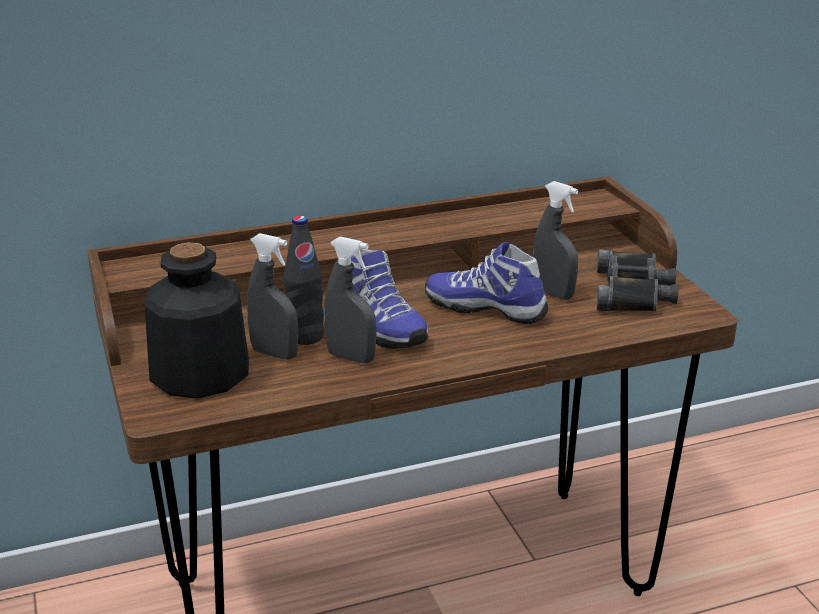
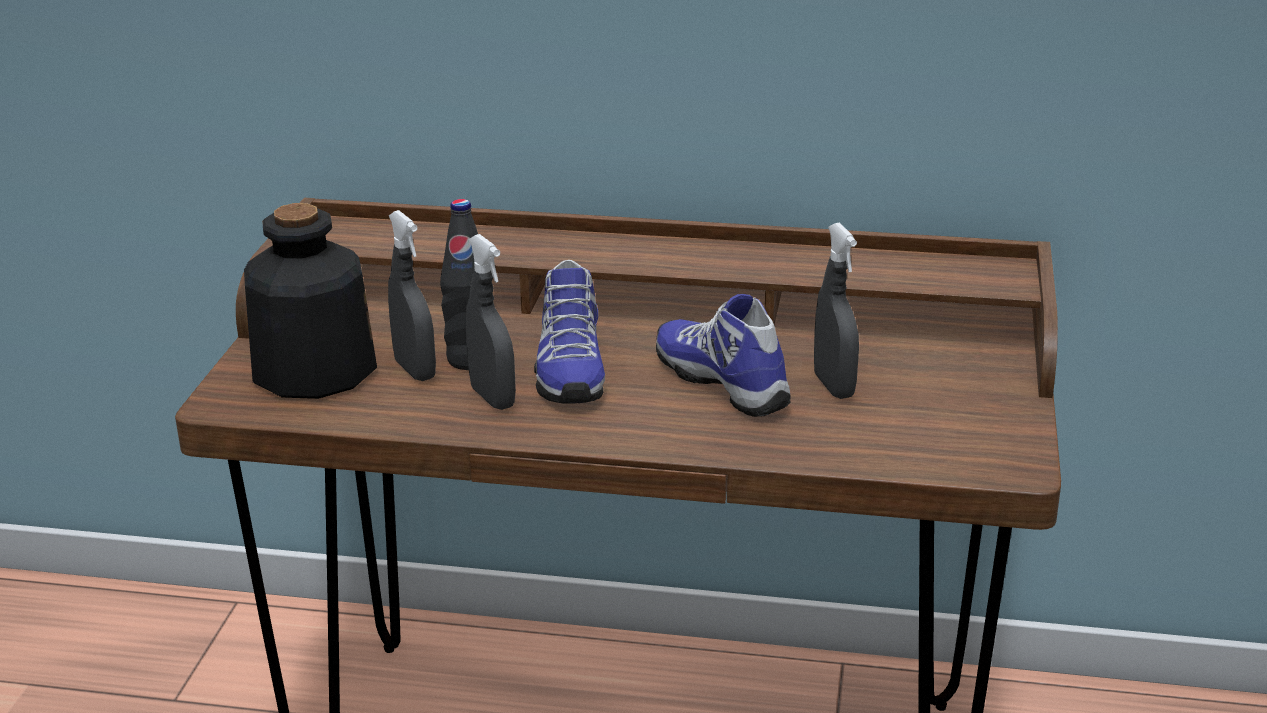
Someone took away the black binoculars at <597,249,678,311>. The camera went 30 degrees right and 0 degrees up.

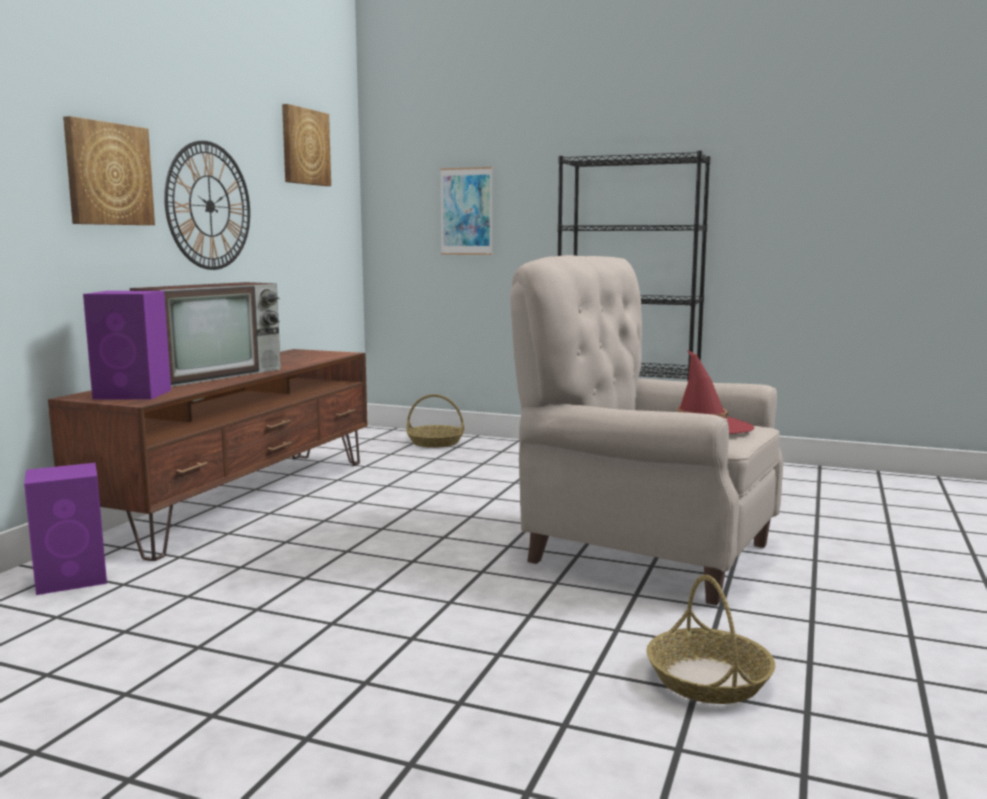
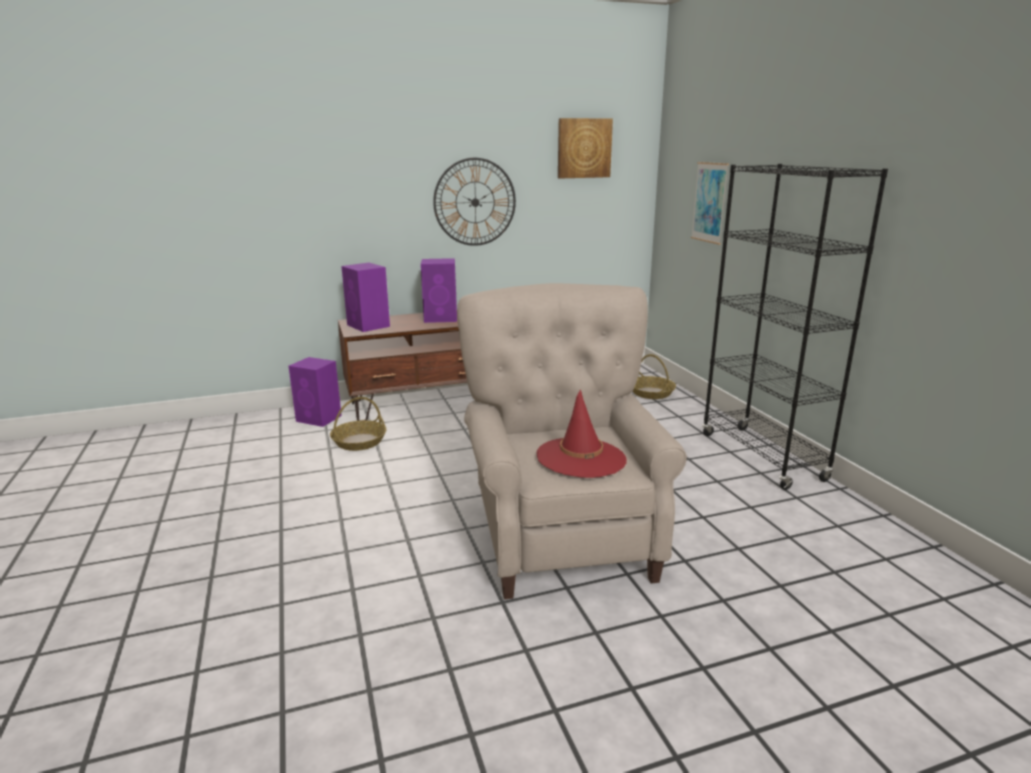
Someone took away the picture at <63,116,155,225>. Someone swapped the television at <130,282,281,387> for the purple speaker at <421,258,457,323>. Someone carried the basket from <646,575,775,704> to <330,397,387,451>. The camera went 50 degrees right and 10 degrees up.

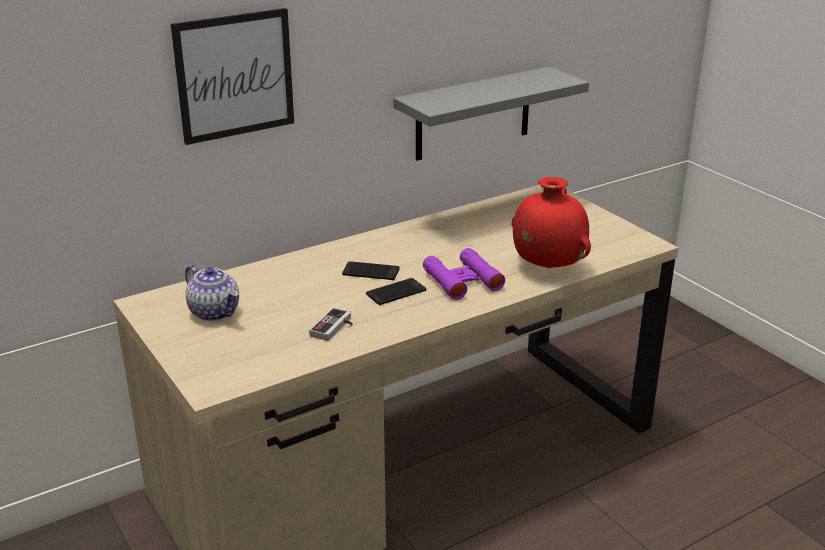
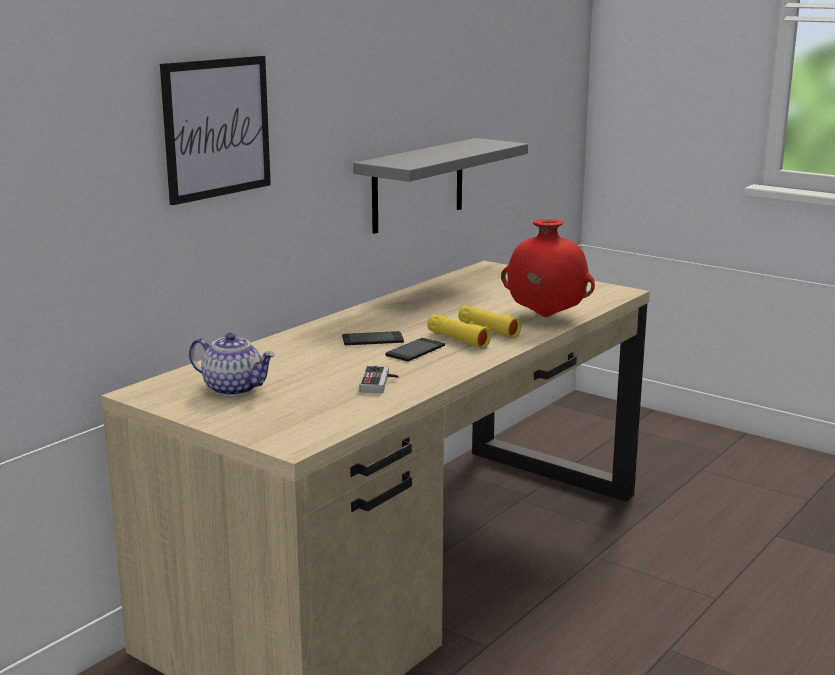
Someone repainted the purple binoculars at <423,248,505,300>, which became the yellow binoculars at <427,305,521,348>. The camera went 20 degrees left and 10 degrees down.

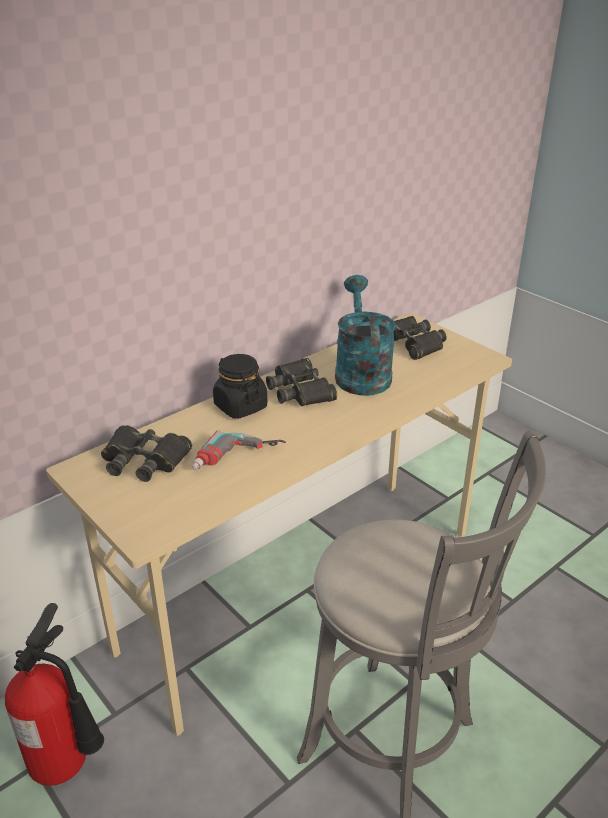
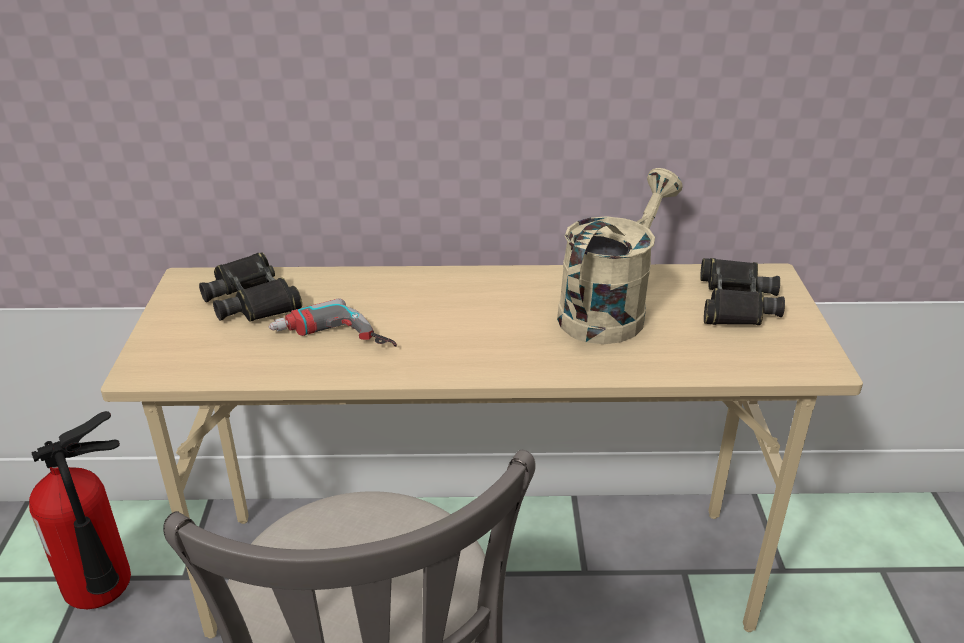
Someone took away the black jar at <213,354,267,419>. Someone took away the black binoculars at <266,358,337,406>. Someone repainted the turquoise watering can at <335,275,396,396>, which became the beige watering can at <557,168,683,344>. The camera went 40 degrees right and 0 degrees up.

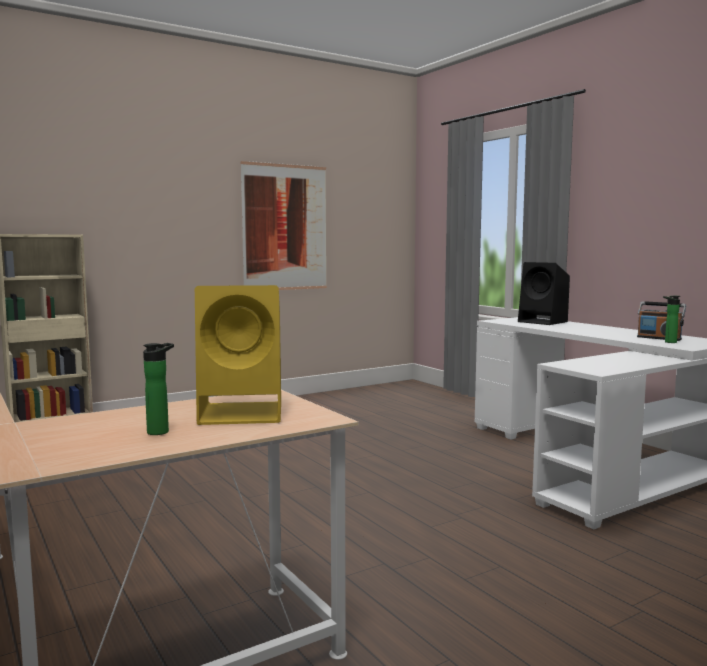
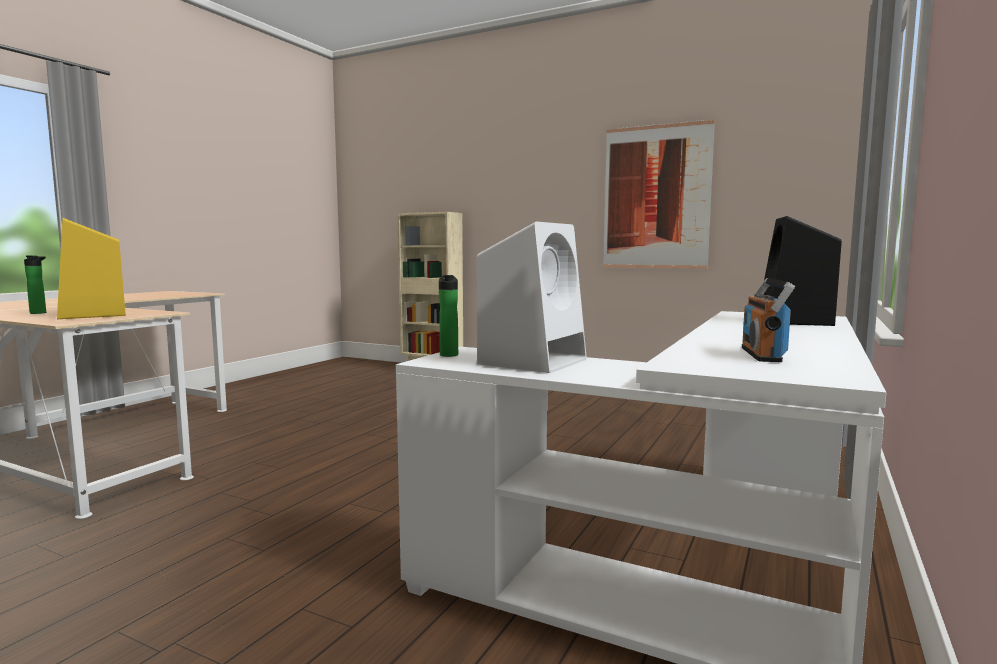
Someone carried the bottle from <663,296,680,343> to <439,275,458,357>. Someone put down the white speaker at <477,222,587,373>. The camera went 60 degrees right and 0 degrees up.

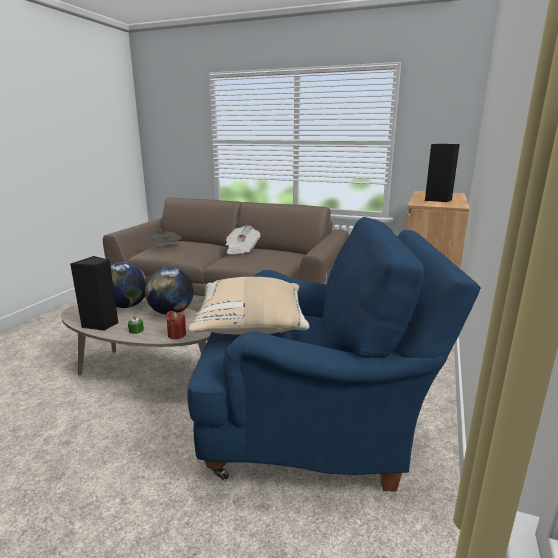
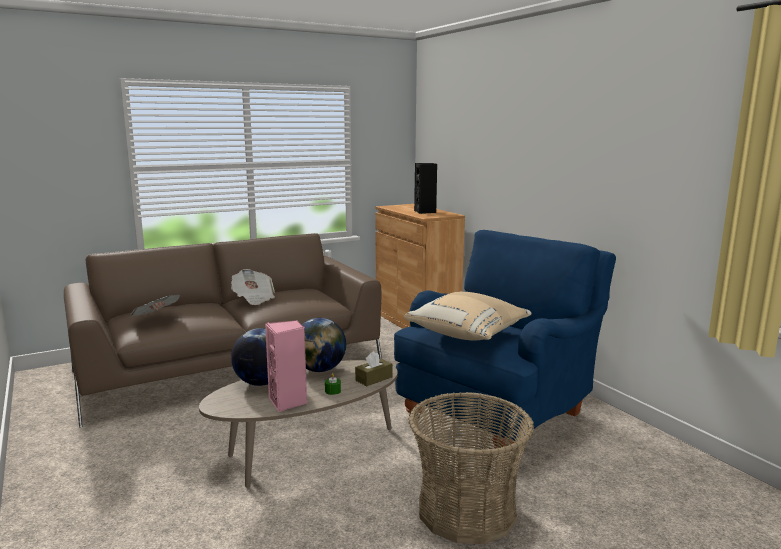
Someone repainted the black speaker at <70,256,119,331>, which became the pink speaker at <265,320,307,412>. Someone swapped the red candle at <166,311,186,339> for the brown tissue box at <355,351,393,386>. Someone put down the basket at <408,392,534,544>. The camera went 50 degrees left and 5 degrees down.

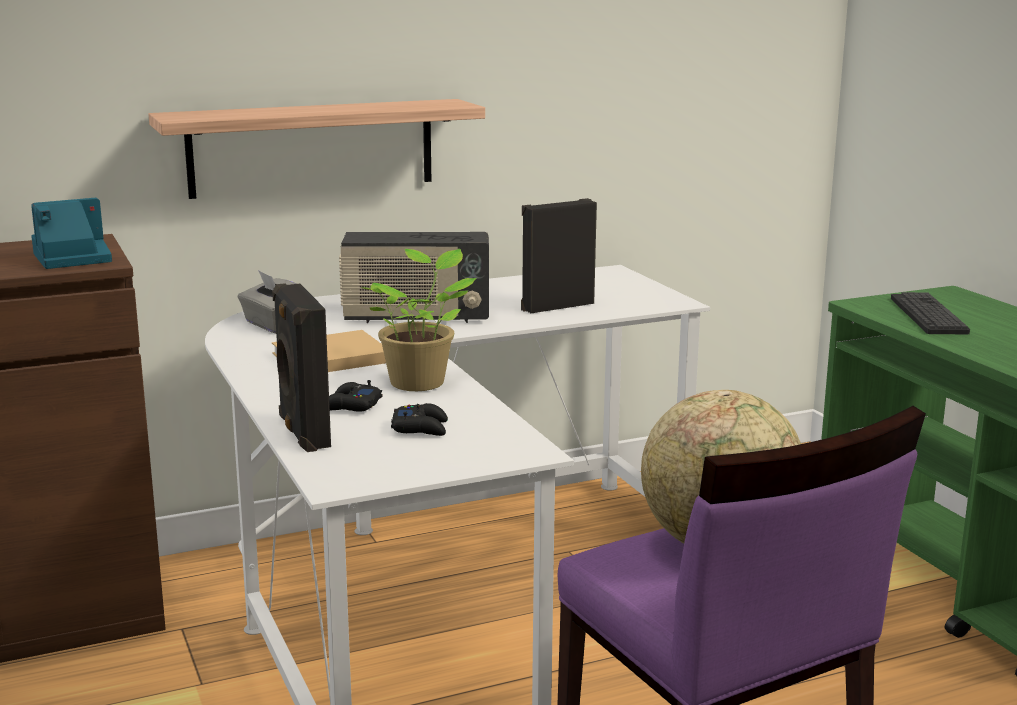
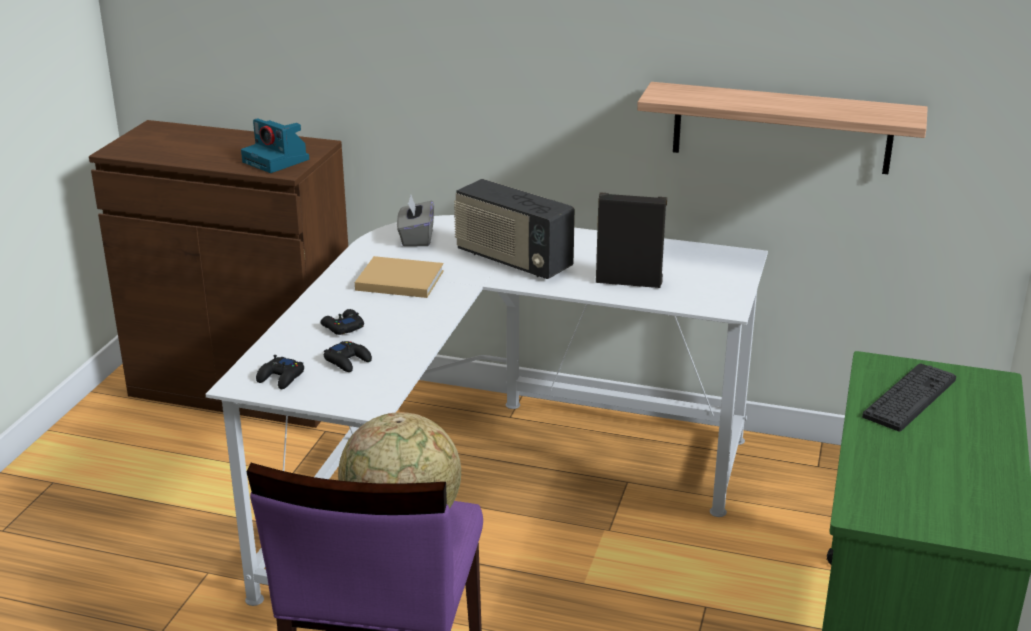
Someone rotated the photo camera at <31,198,112,269> by 150 degrees counterclockwise. Someone carried the shelf from <148,99,485,199> to <637,82,928,174>. Someone took away the black speaker at <272,283,331,452>. Someone took away the potted plant at <363,249,476,391>. Someone put down the black game controller at <256,355,304,389>. The camera went 40 degrees right and 10 degrees up.

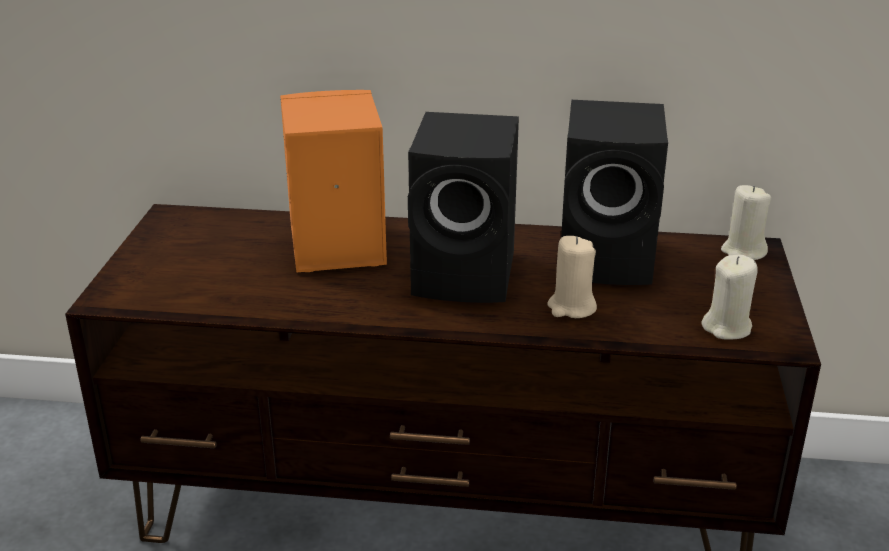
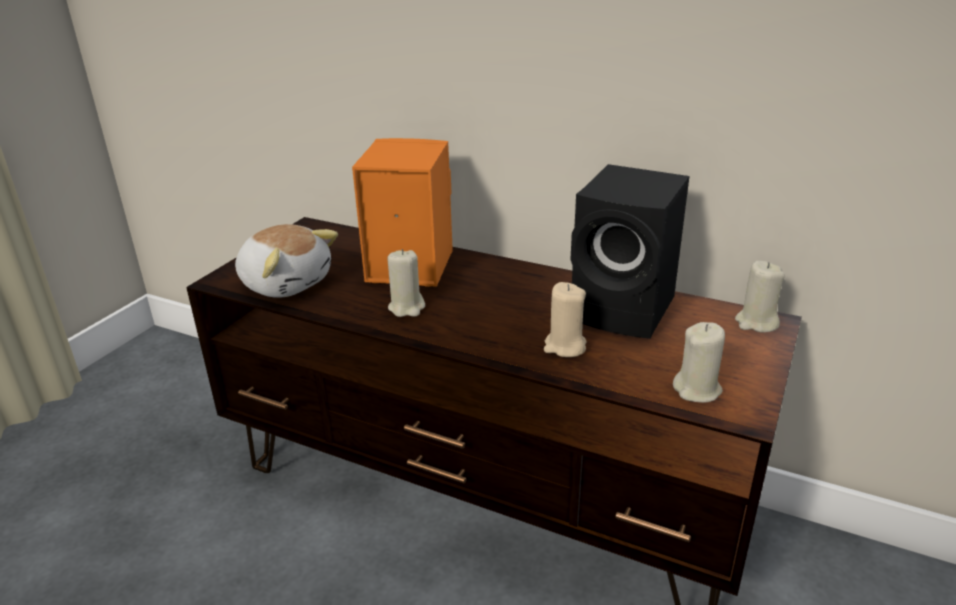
Someone took away the black speaker at <408,112,519,303>. Someone put down the plush toy at <235,224,338,298>. Someone put down the beige candle at <387,249,425,317>. The camera went 20 degrees right and 0 degrees up.

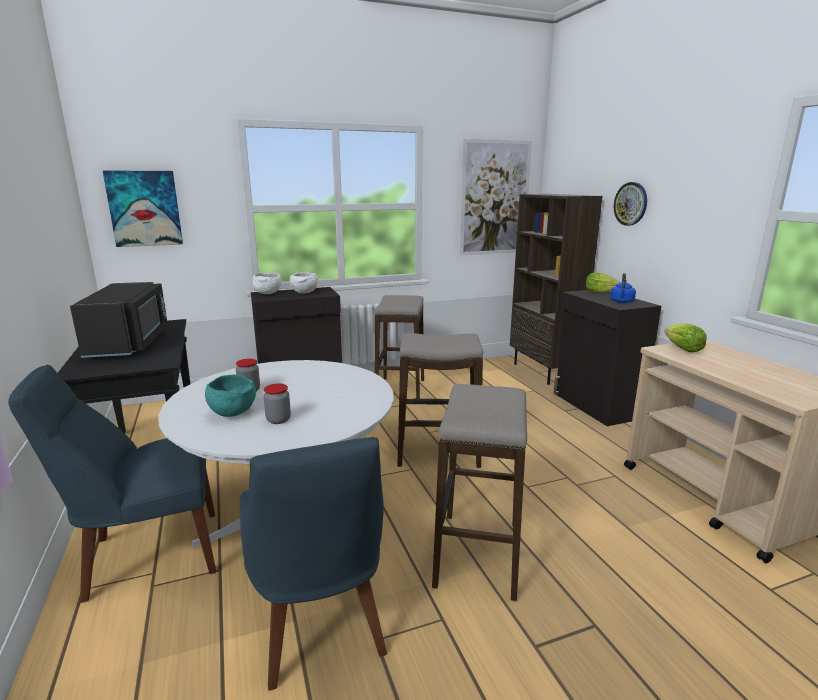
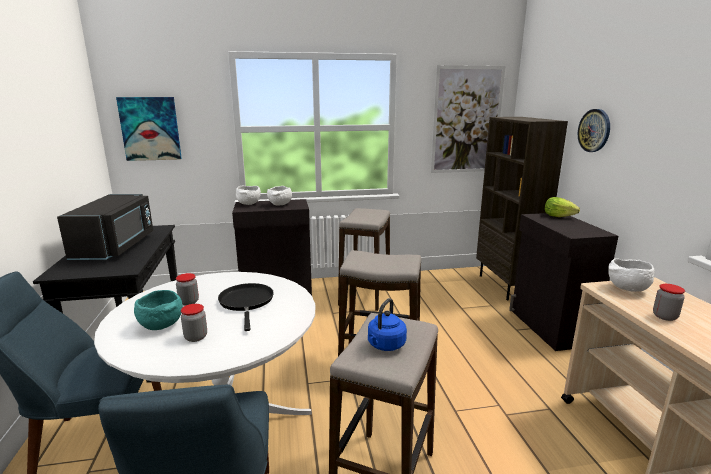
Someone carried the blue kettle from <610,273,636,303> to <368,298,407,351>. Someone swapped the lettuce at <664,324,707,352> for the white bowl at <608,258,655,292>. Someone put down the black frying pan at <218,283,274,331>. Someone put down the jar at <653,284,685,321>. The camera went 10 degrees right and 0 degrees up.

